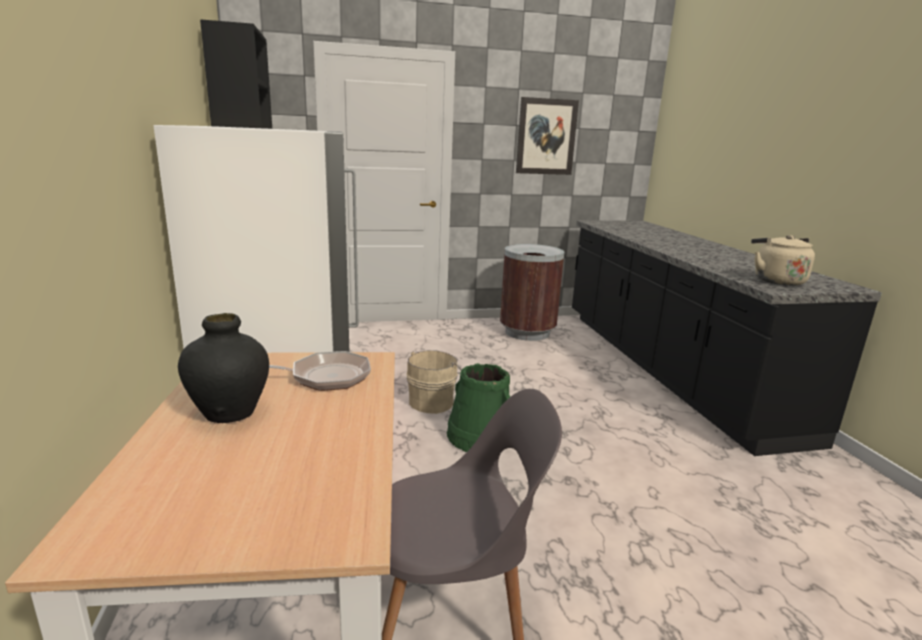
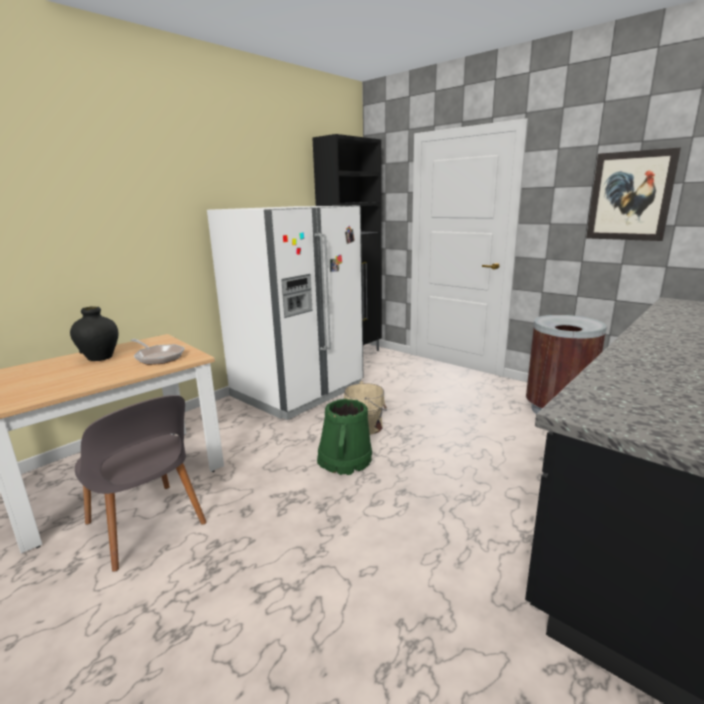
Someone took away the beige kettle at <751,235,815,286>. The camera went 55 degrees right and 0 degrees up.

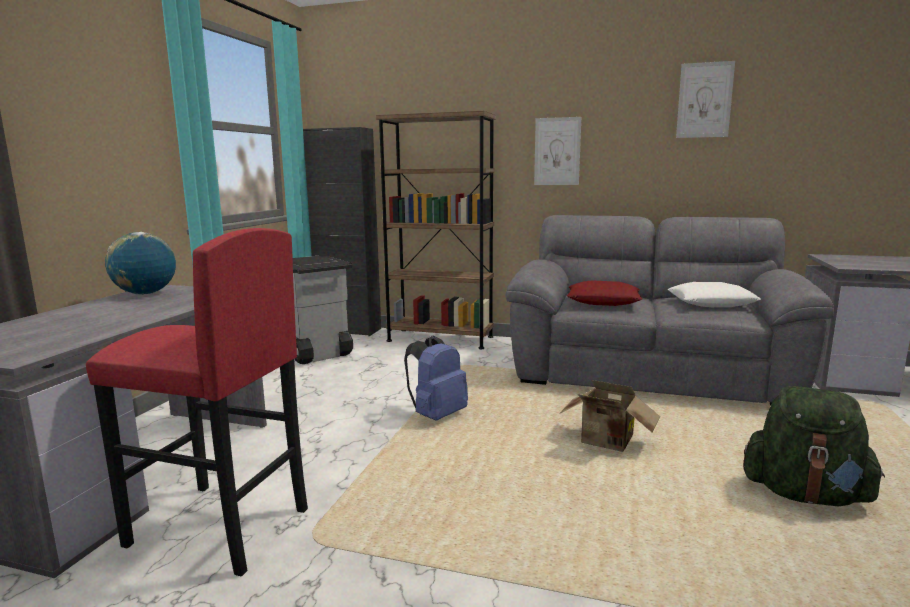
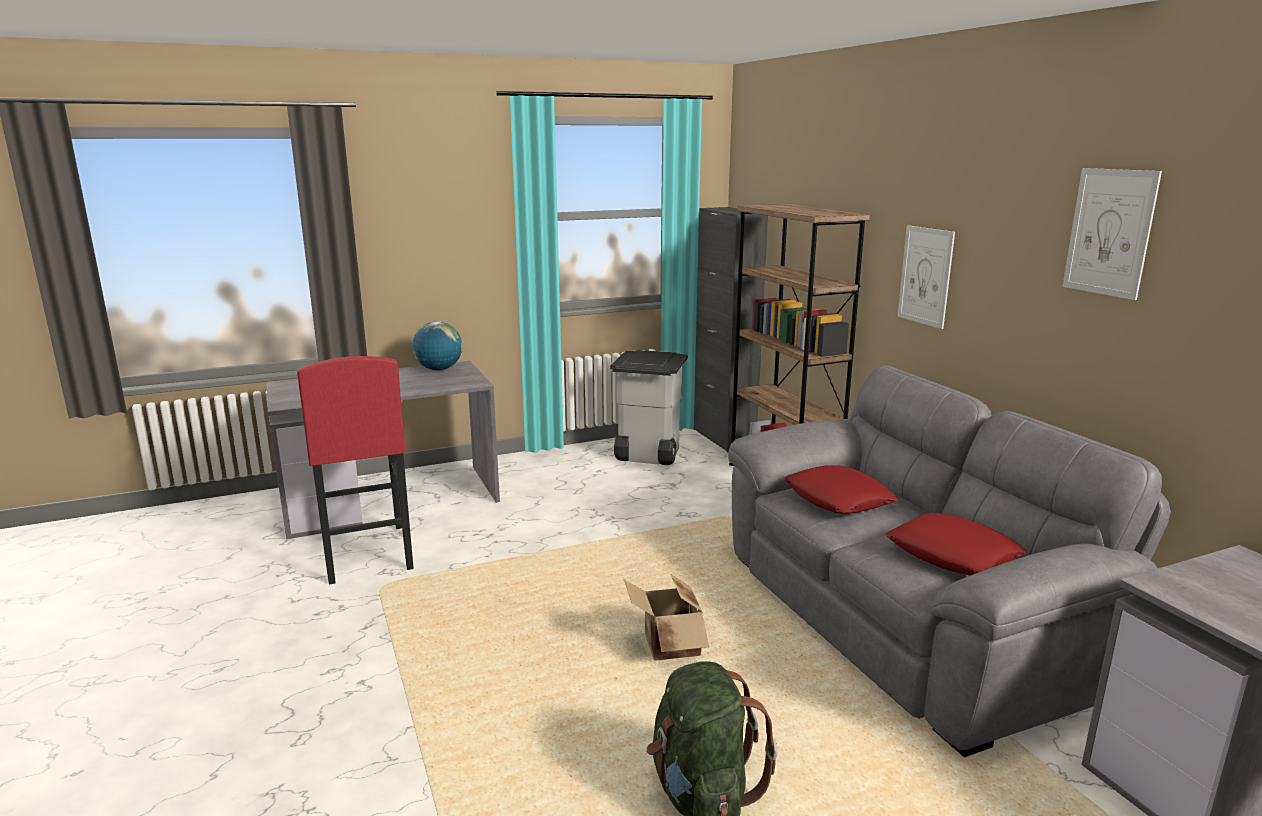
Someone took away the blue backpack at <404,336,468,421>. Someone repainted the white pillow at <668,282,761,307>, which became the red pillow at <886,513,1027,575>. The camera went 50 degrees right and 5 degrees up.

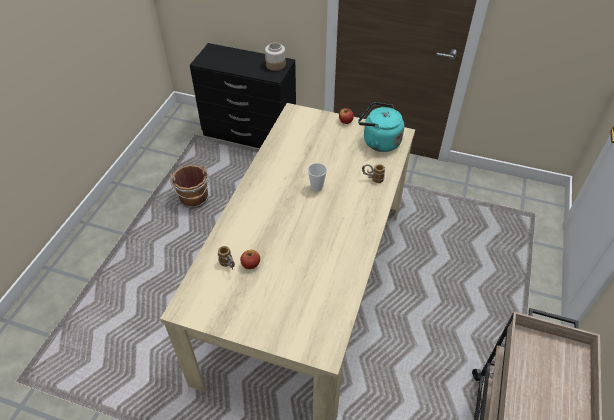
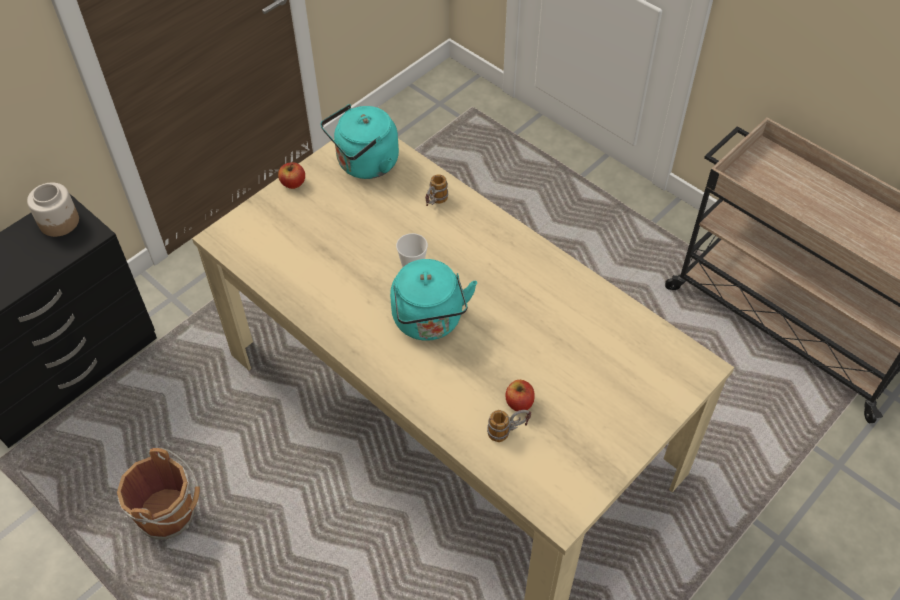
Someone put down the turquoise kettle at <390,259,477,341>. The camera went 65 degrees left and 5 degrees up.

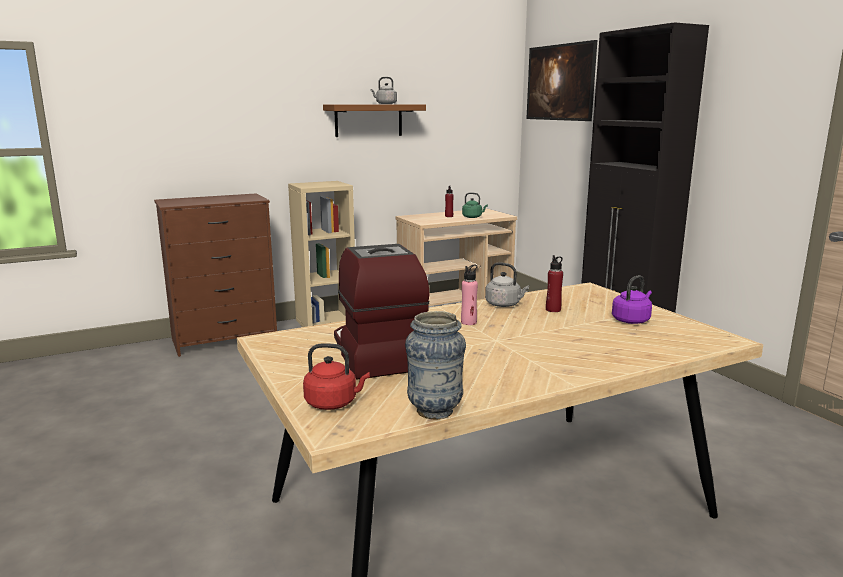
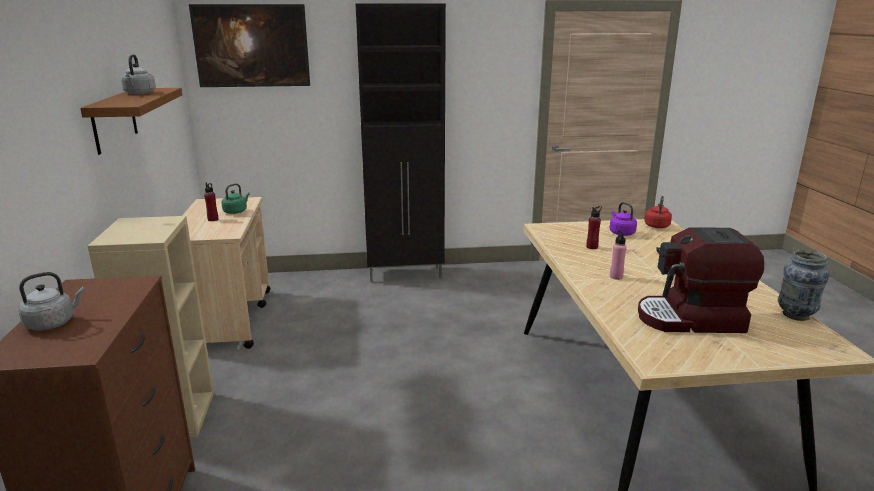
Someone carried the red kettle from <303,343,370,410> to <645,196,672,228>. Someone carried the grey kettle from <485,262,529,307> to <18,272,85,331>. The camera went 70 degrees left and 5 degrees up.

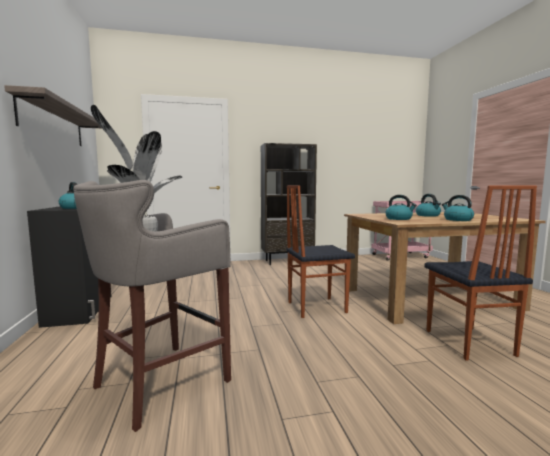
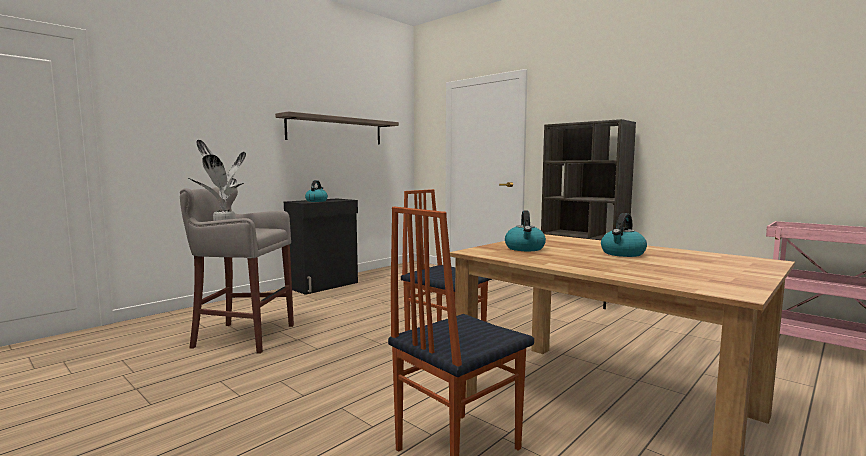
Someone took away the kettle at <442,195,474,221>. The camera went 55 degrees right and 0 degrees up.

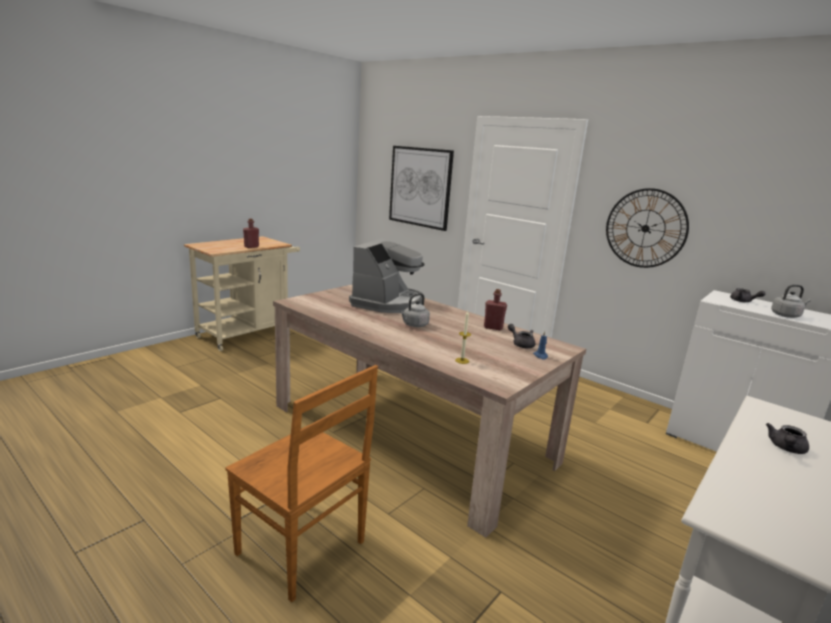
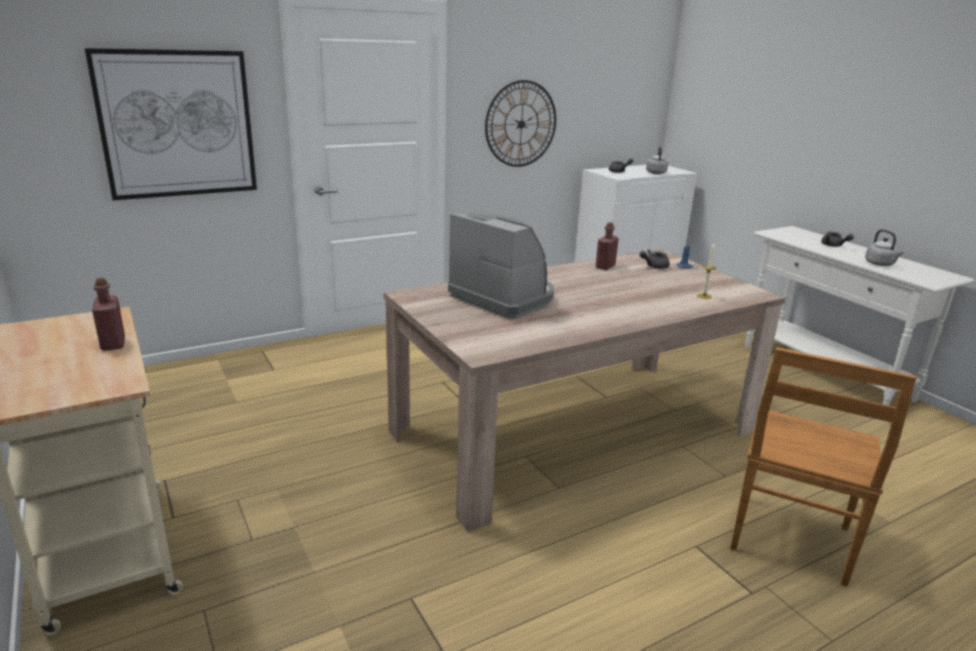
Someone rotated the brown chair at <226,365,378,602> by 150 degrees clockwise. Someone carried the grey kettle from <400,293,430,327> to <865,229,904,266>. The camera went 70 degrees left and 5 degrees up.

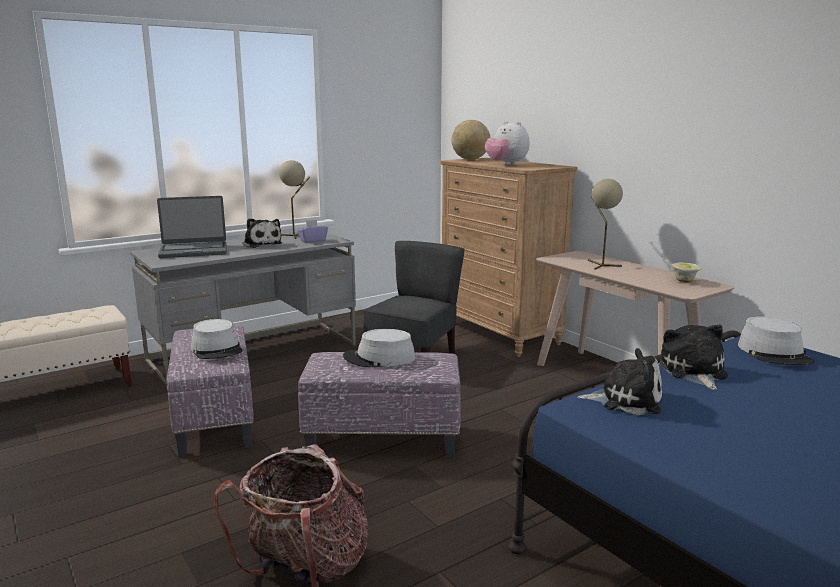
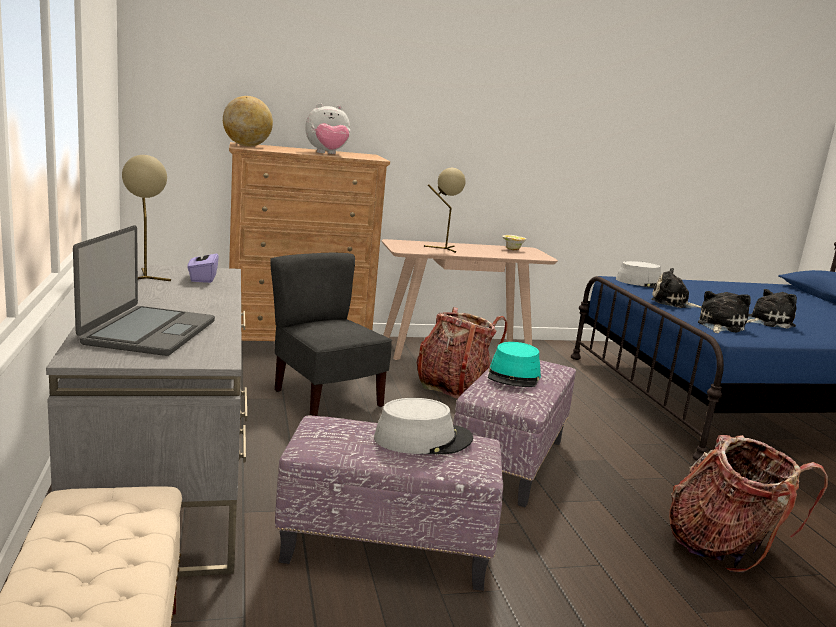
Someone carried the plush toy from <242,218,282,248> to <747,289,797,329>. Someone repainted the grey hat at <343,329,415,367>, which became the turquoise hat at <488,342,541,387>. Someone put down the backpack at <416,307,507,399>. The camera went 70 degrees left and 0 degrees up.

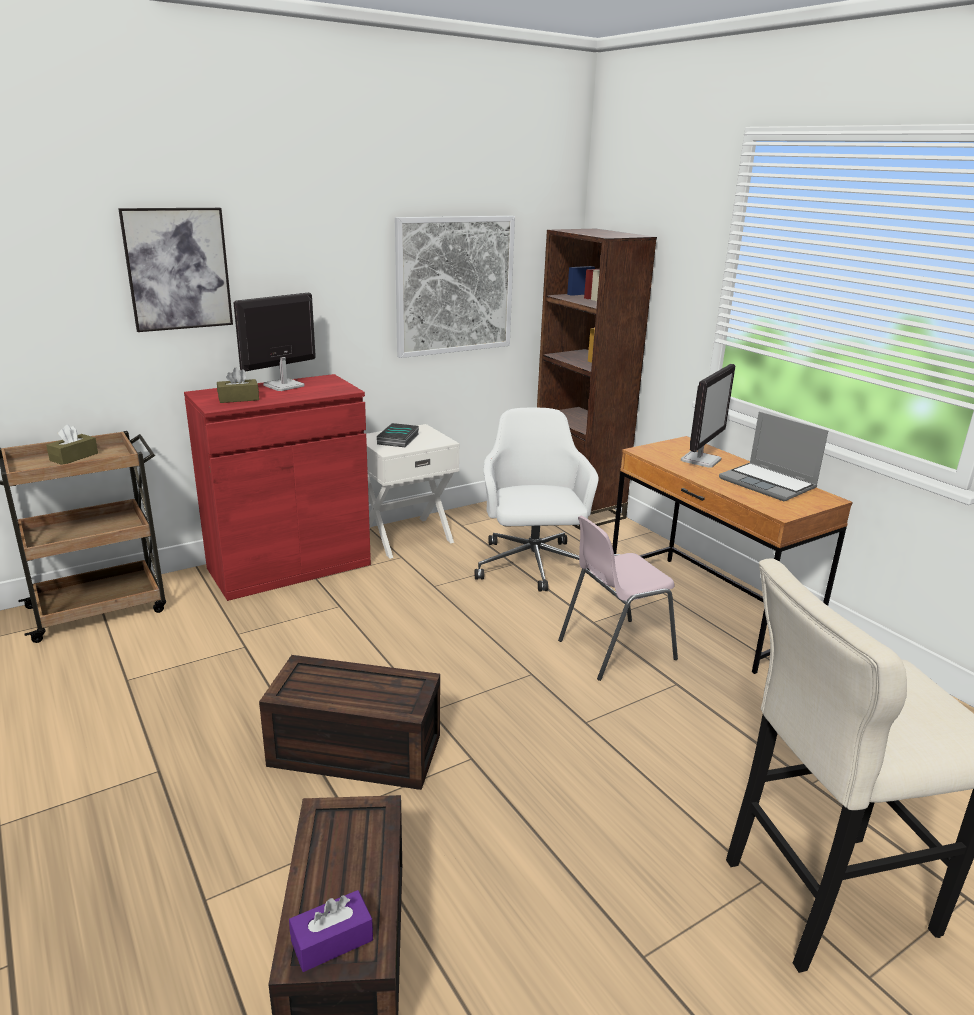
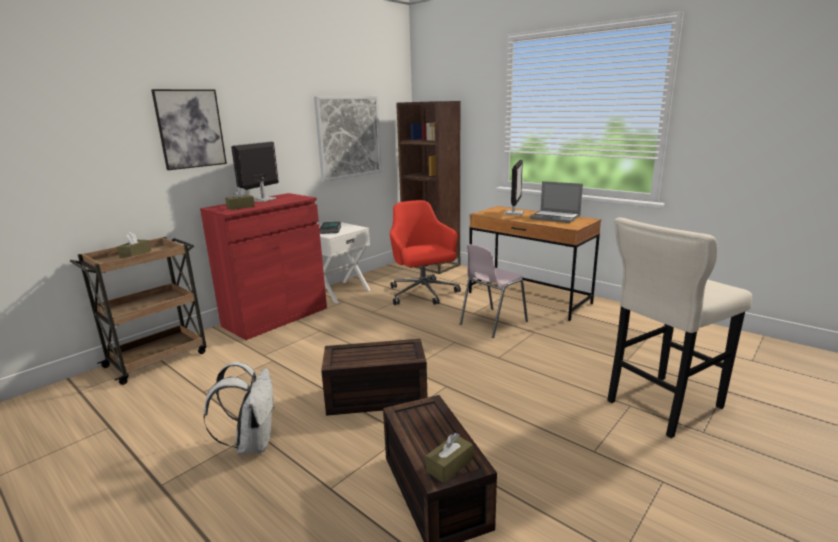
Someone repainted the purple tissue box at <289,890,373,972>, which became the brown tissue box at <426,433,473,483>. Someone repainted the white office chair at <475,407,599,591>, which became the red office chair at <390,200,461,305>. Someone put down the white backpack at <203,362,275,455>. The camera went 15 degrees left and 5 degrees down.

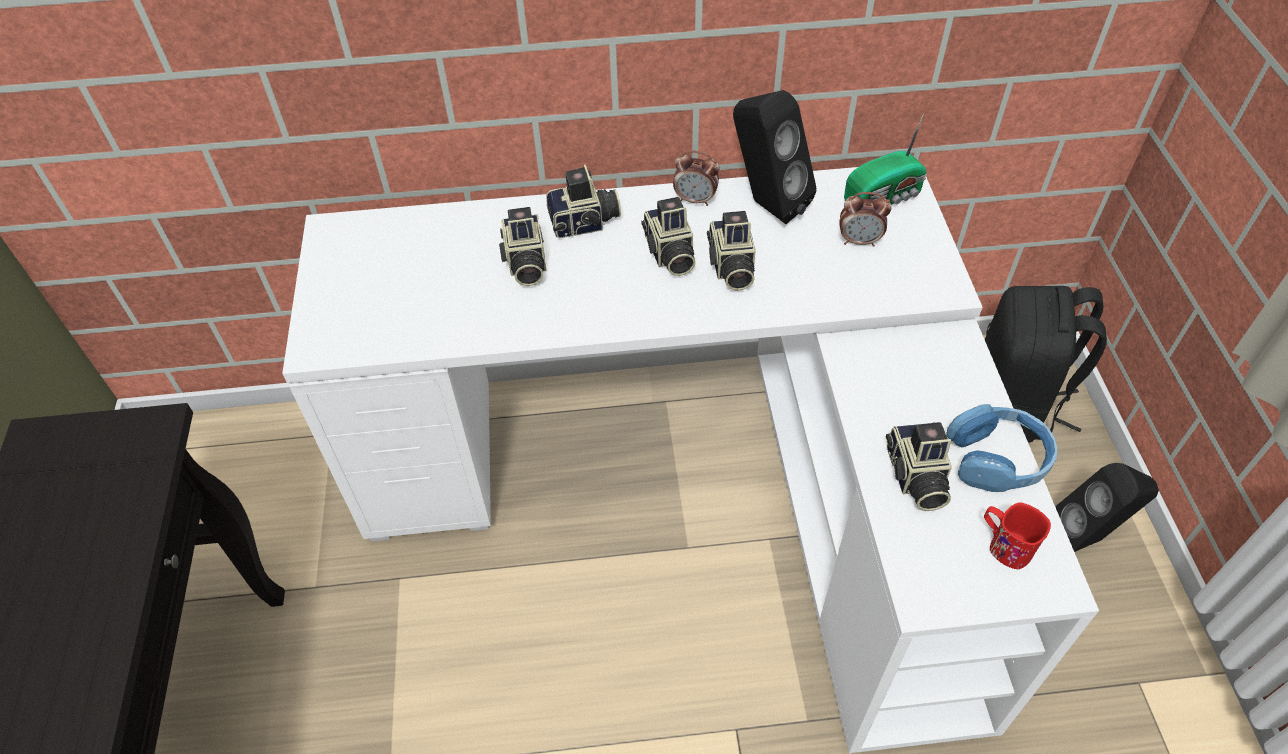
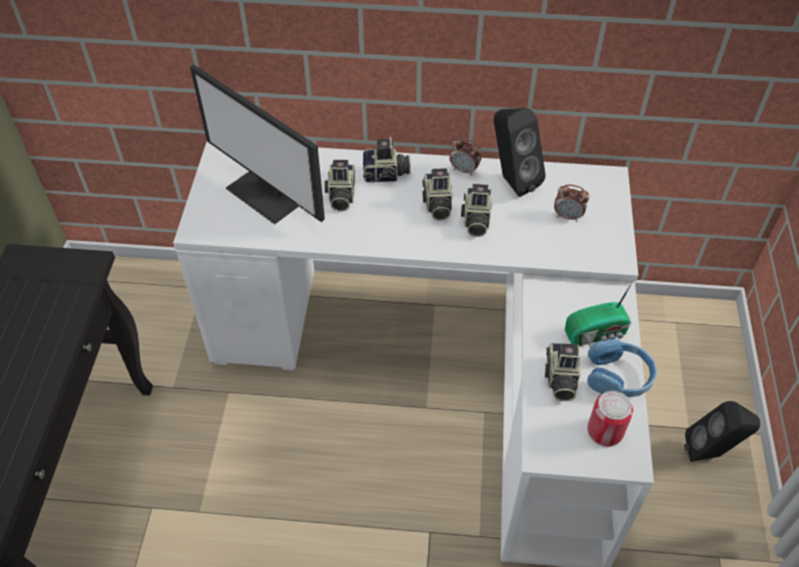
Someone carried the radio from <844,113,927,205> to <565,280,634,346>. Someone swapped the red mug at <984,503,1051,569> for the can at <587,391,633,447>. Someone took away the black backpack at <985,286,1107,442>. Someone put down the monitor at <190,65,325,224>. The camera went 10 degrees right and 0 degrees up.

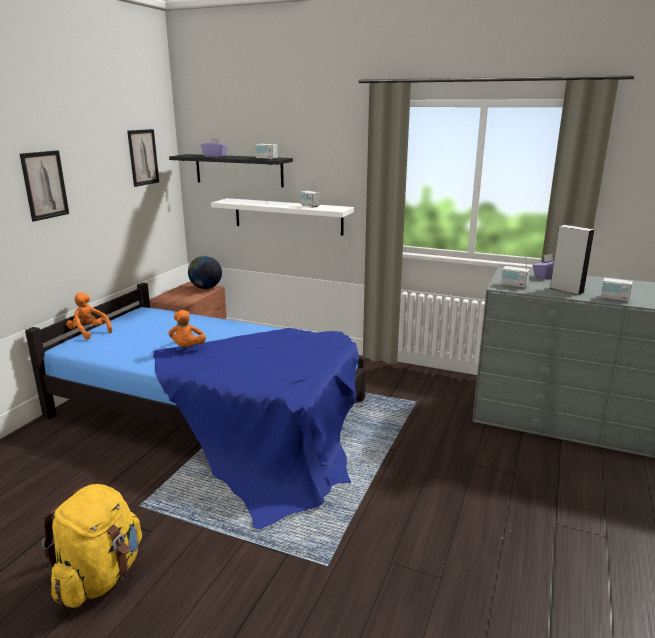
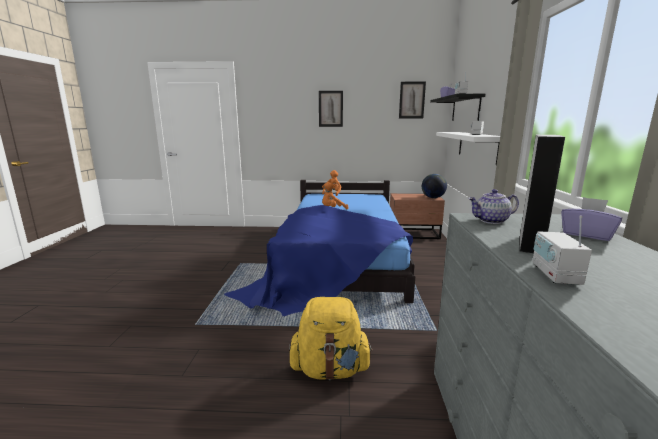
Someone carried the yellow backpack from <42,484,142,608> to <289,297,373,380>. Someone swapped the radio at <501,256,530,288> for the teapot at <468,189,519,224>. The camera went 70 degrees right and 5 degrees down.

